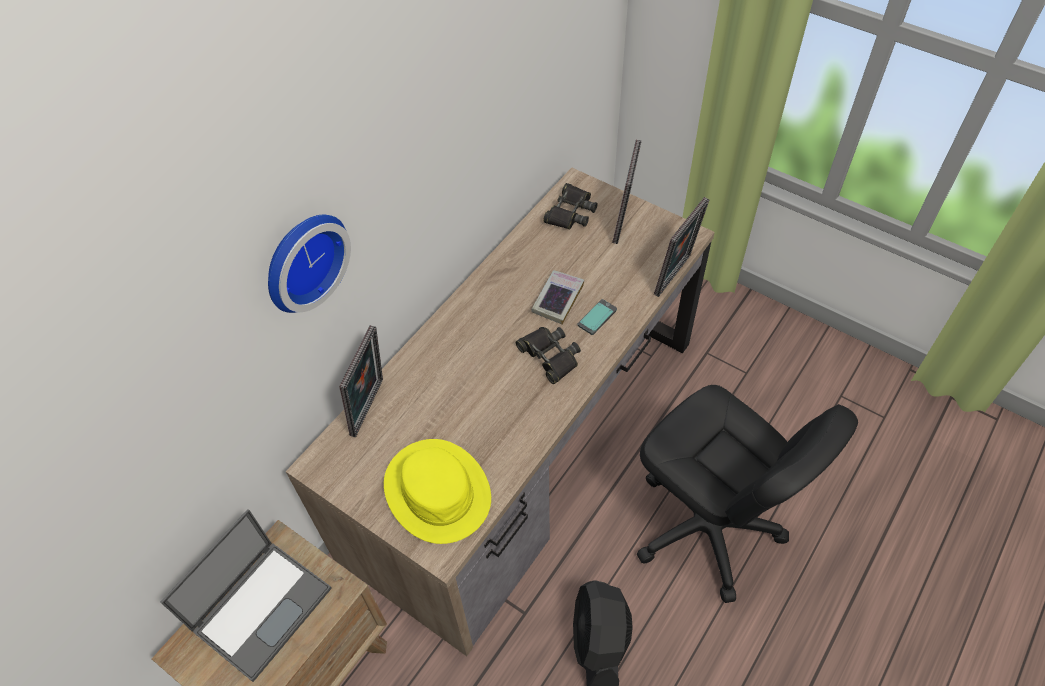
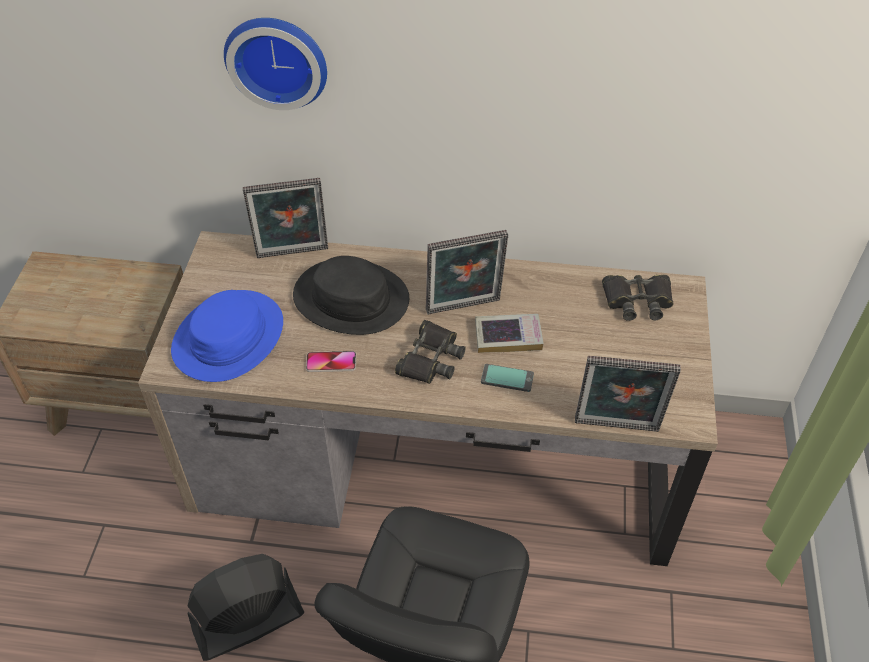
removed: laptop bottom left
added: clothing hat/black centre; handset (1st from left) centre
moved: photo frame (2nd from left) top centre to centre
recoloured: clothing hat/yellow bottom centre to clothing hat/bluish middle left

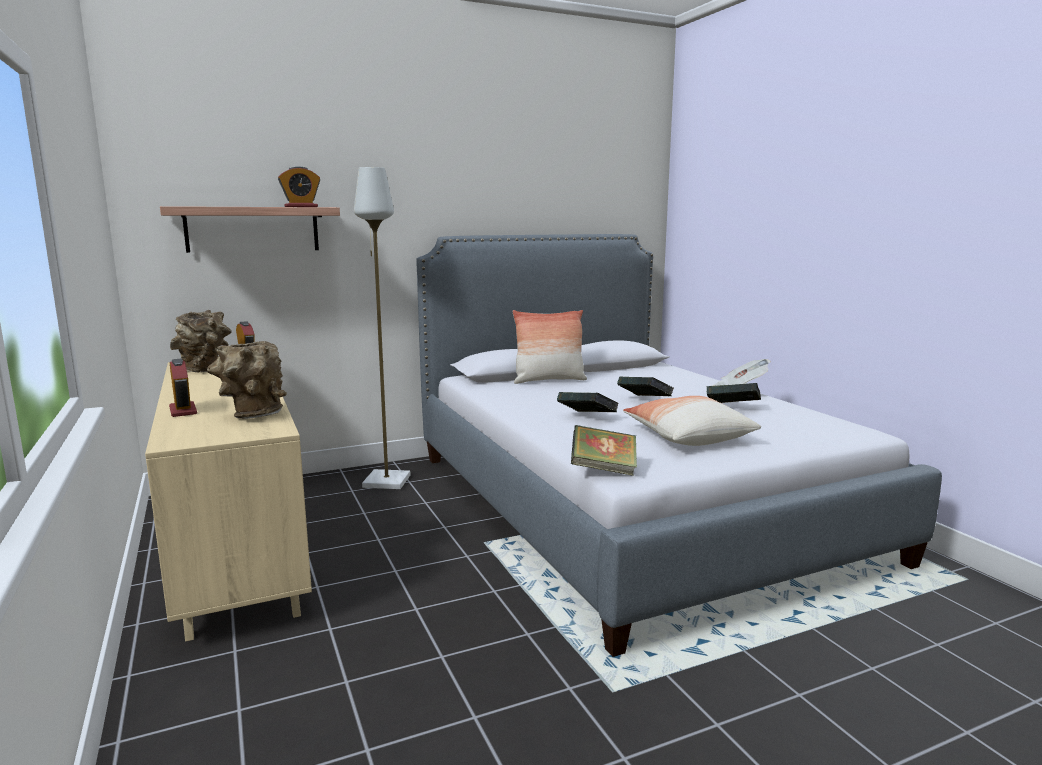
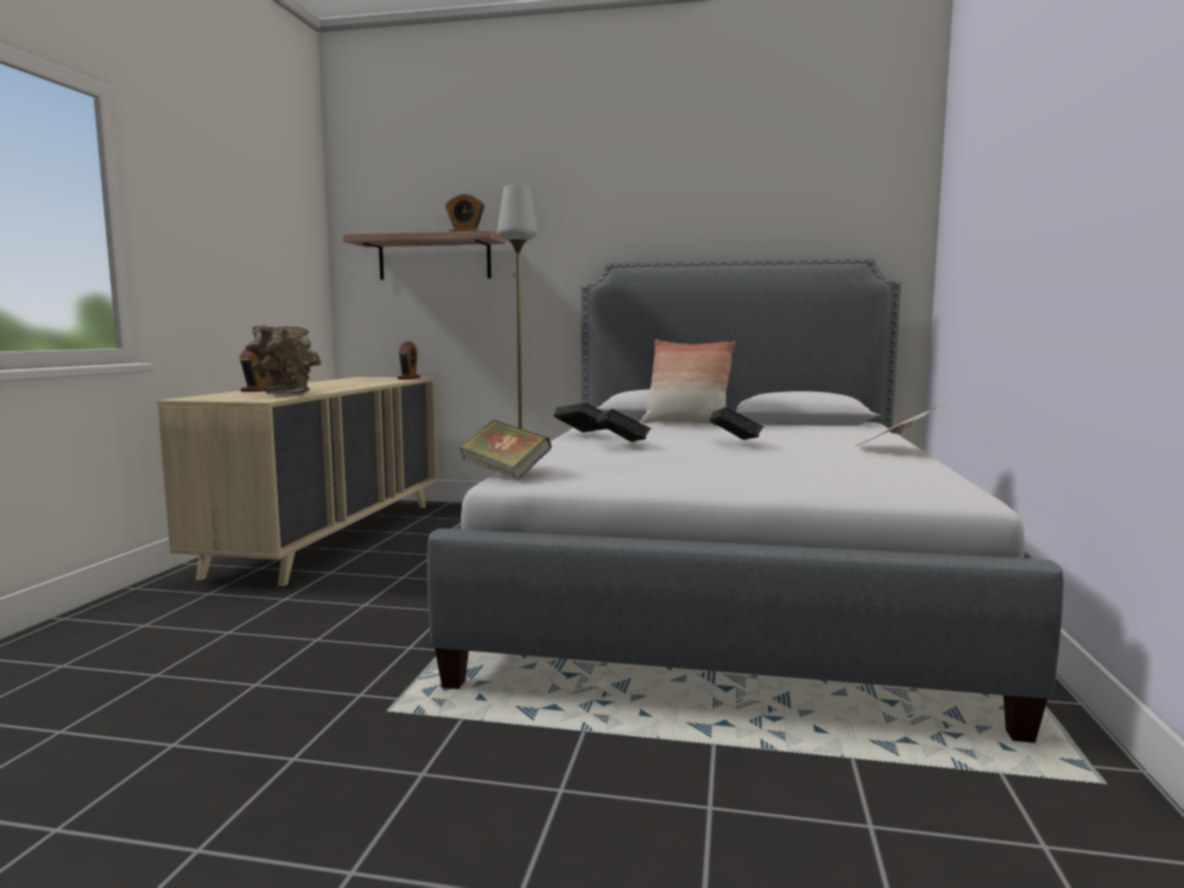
removed: vase/brown-coloured (1st from left) middle left; cushion (2nd from left) centre
moved: book (4th from left in the first image) middle right to book (2nd from left) centre

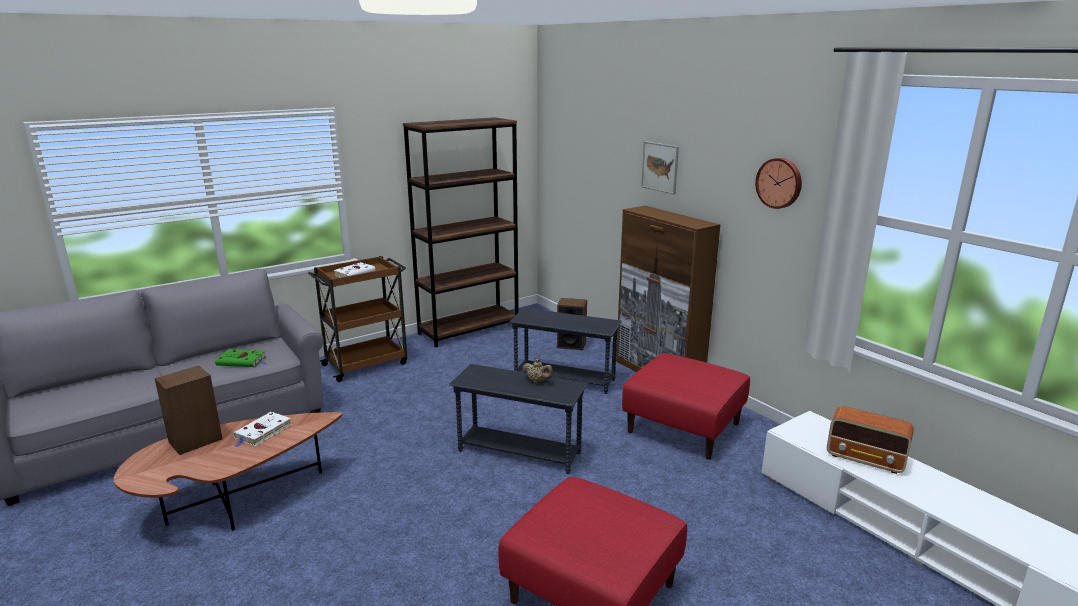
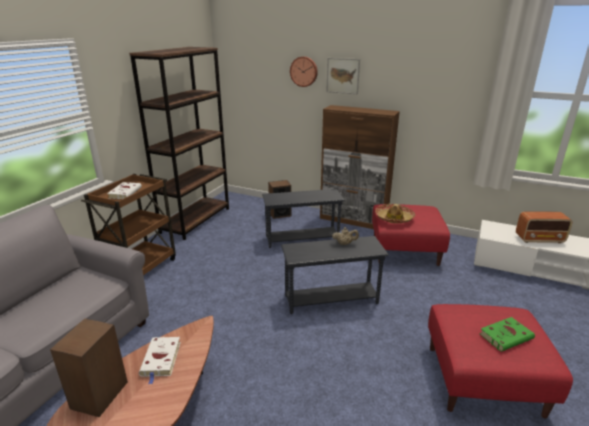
added: clothing hat middle right
moved: book/green middle left to bottom right; wall clock top right to top centre

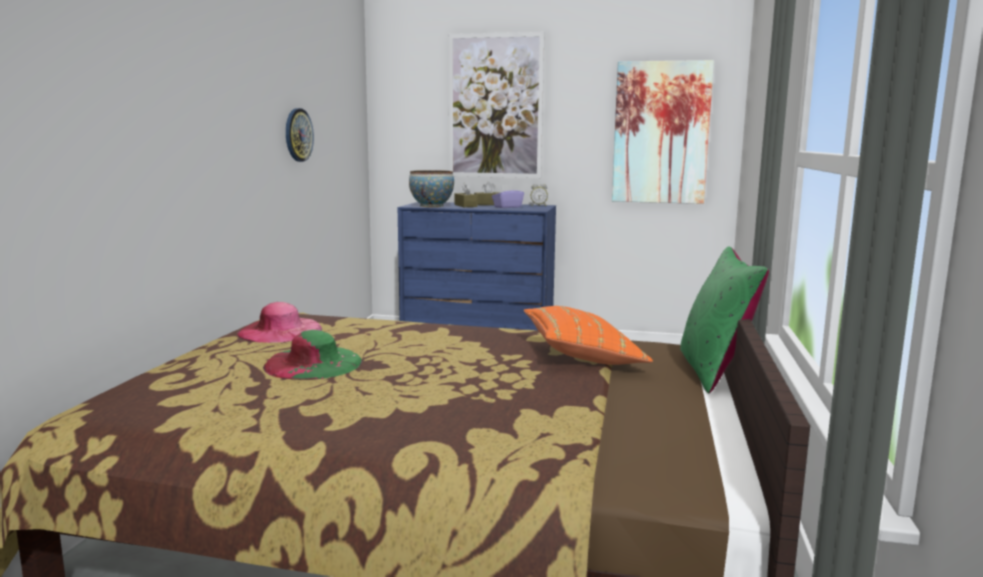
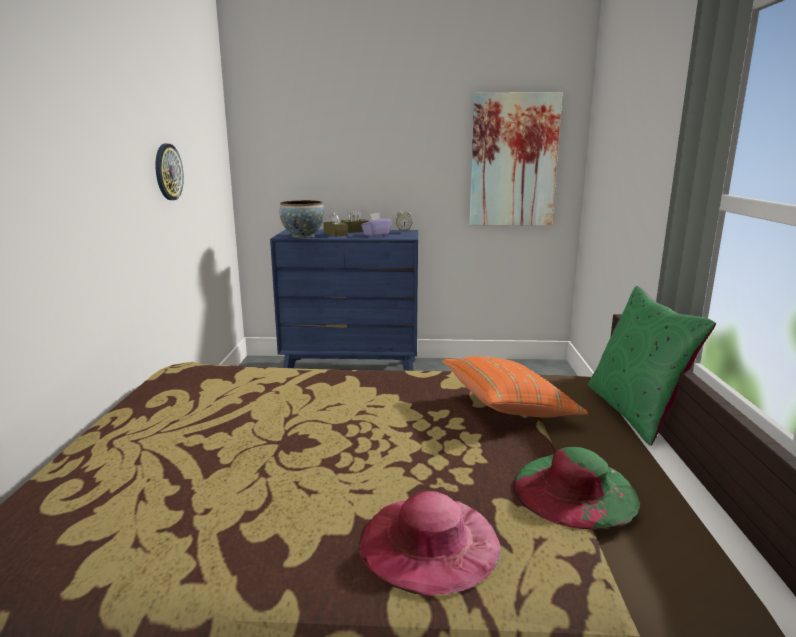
removed: wall art (1st from left) top centre
moved: clothing hat/pink middle left to bottom centre; clothing hat/green middle left to bottom right

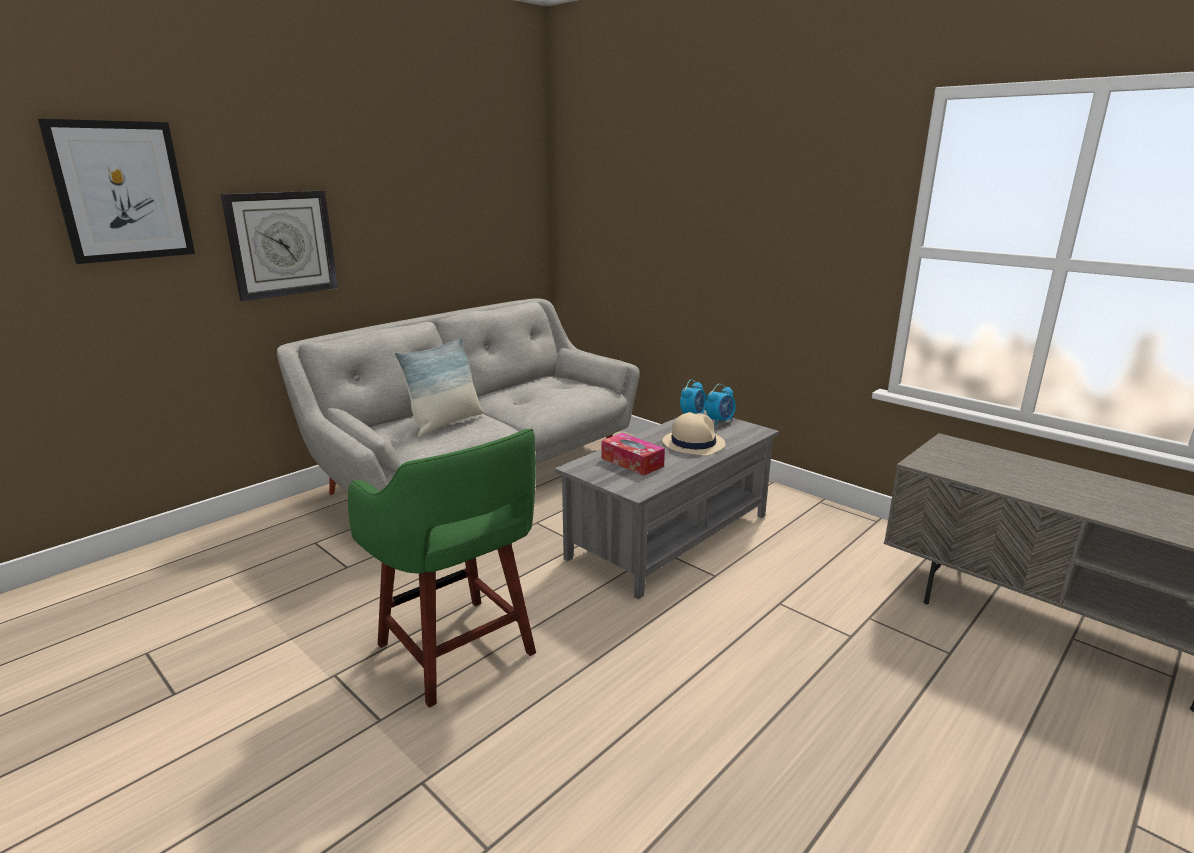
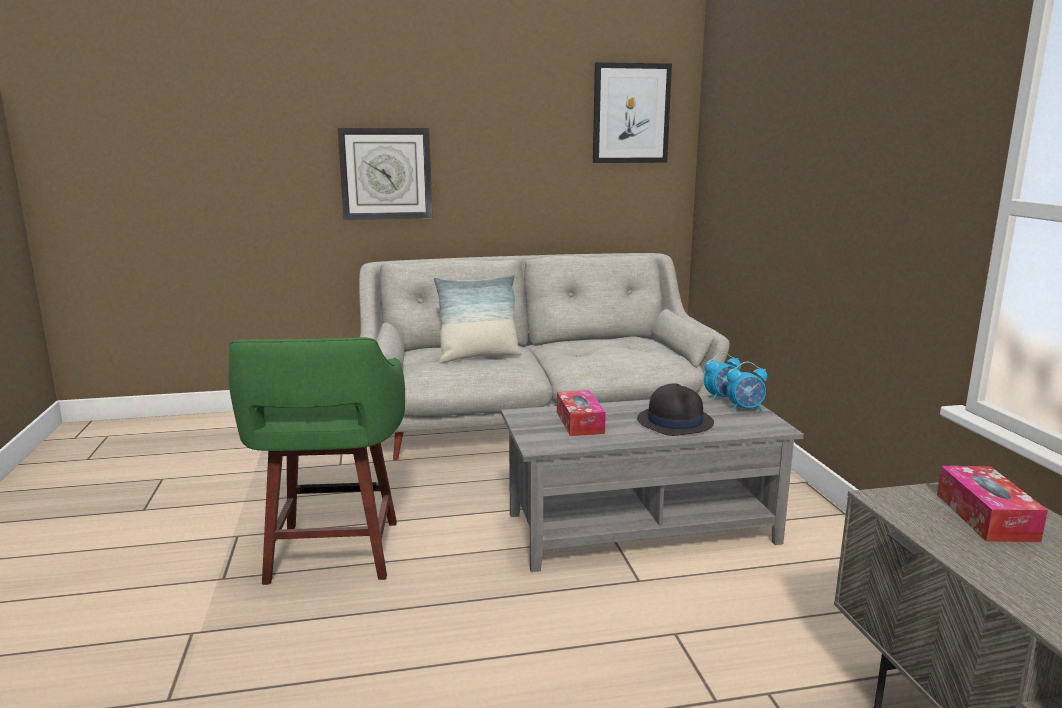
added: tissue holder (2nd from left) bottom right
moved: wall art top left to top centre
recoloured: clothing hat/sand-coloured centre to clothing hat/black centre

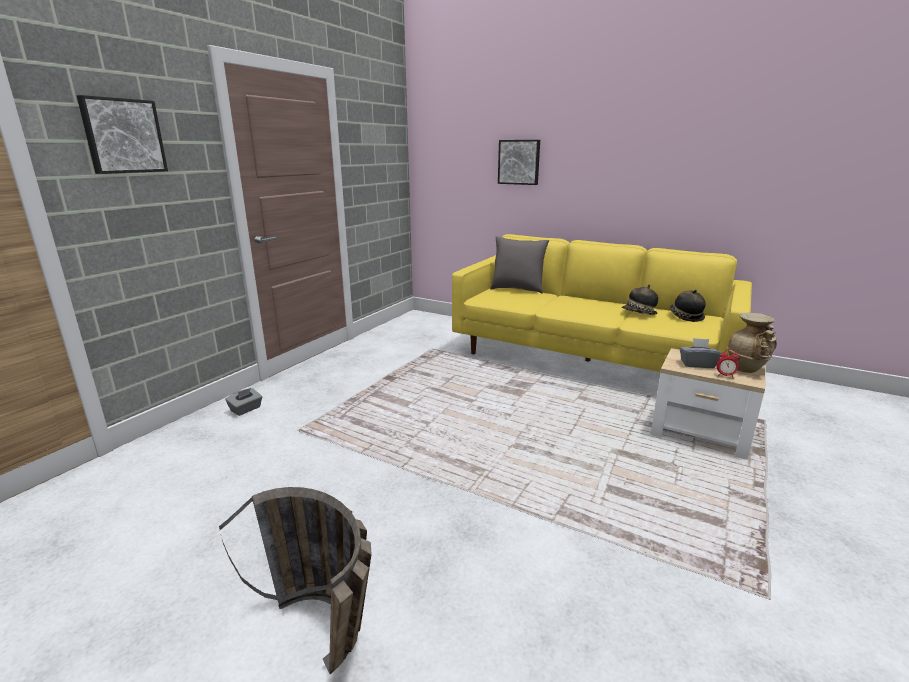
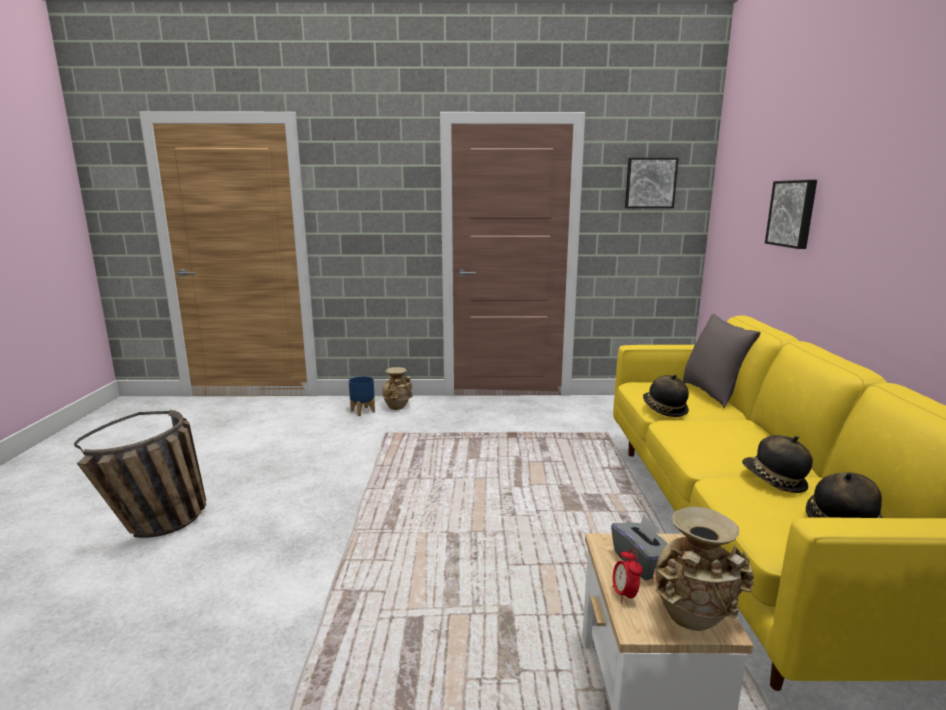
added: plant pot/bluish centre; clothing hat (1st from left) middle right
moved: wall art (1st from left) top left to top right
replaced: tissue holder/greyish (1st from left) middle left to vase/sand-coloured (1st from left) centre

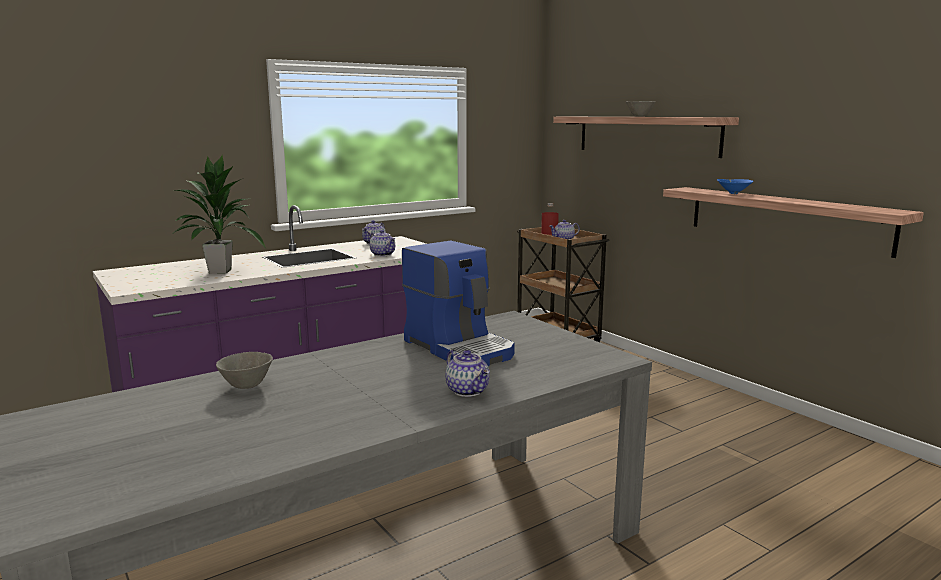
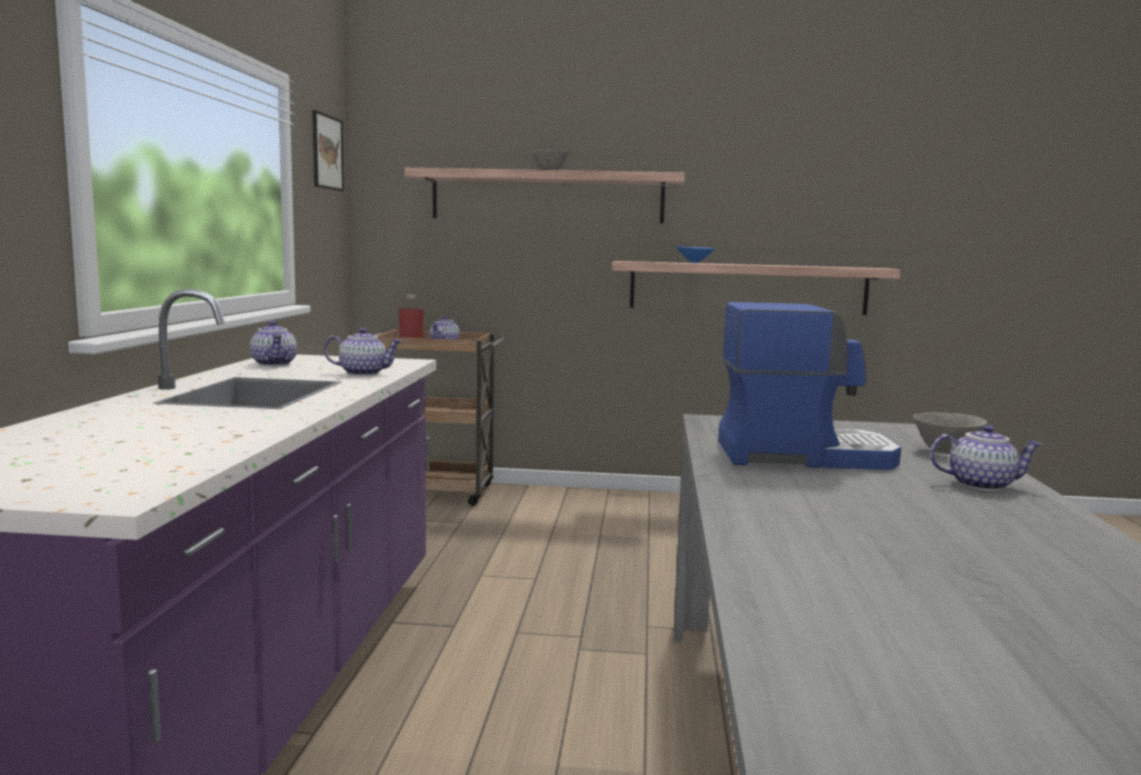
removed: plant in a pot middle left
added: wall art top left
moved: bowl/greyish (1st from left in the first image) middle left to bowl/greyish (2nd from left) middle right

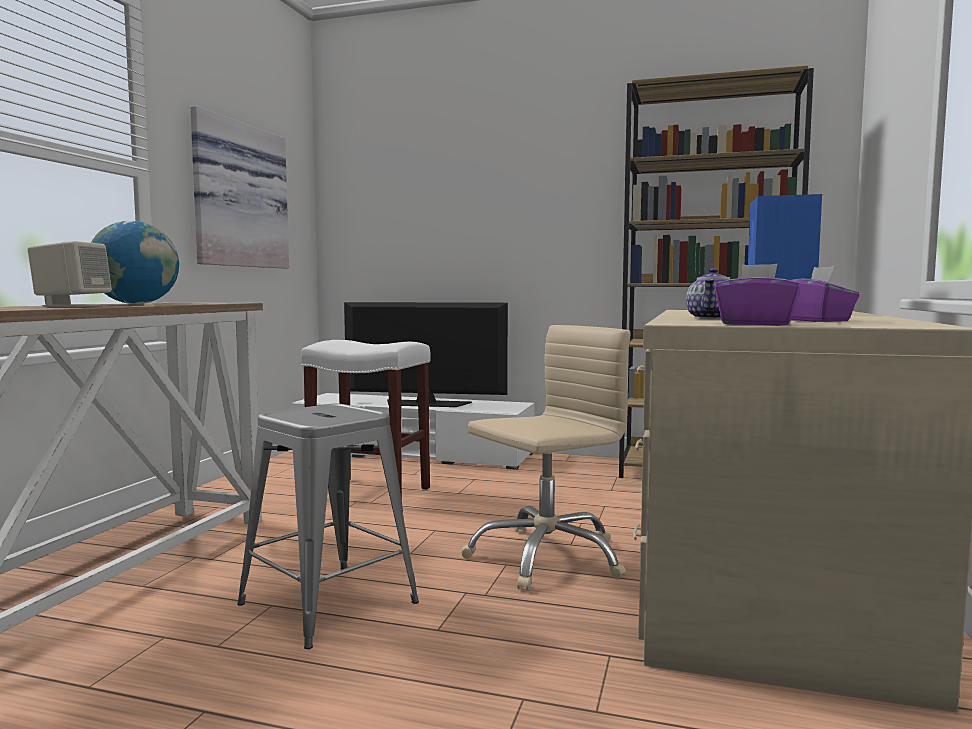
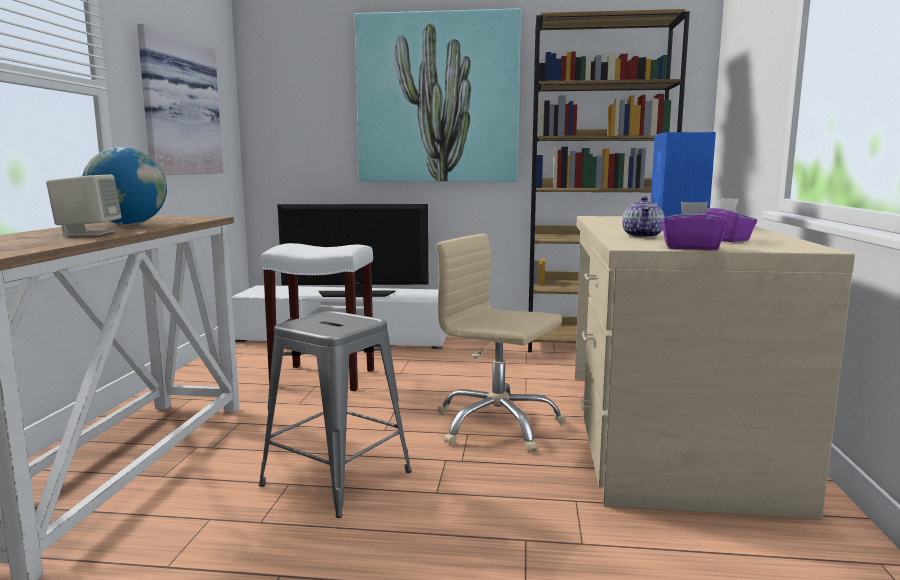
added: wall art (2nd from left) top centre
turned: office chair/sand-coloured centre = centre 105 degrees counterclockwise

